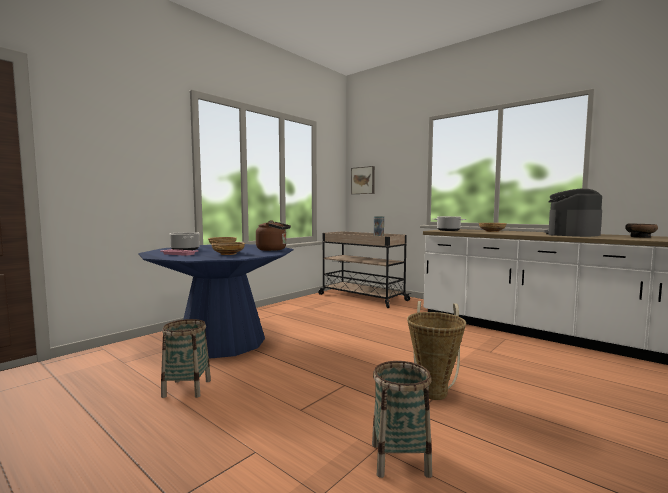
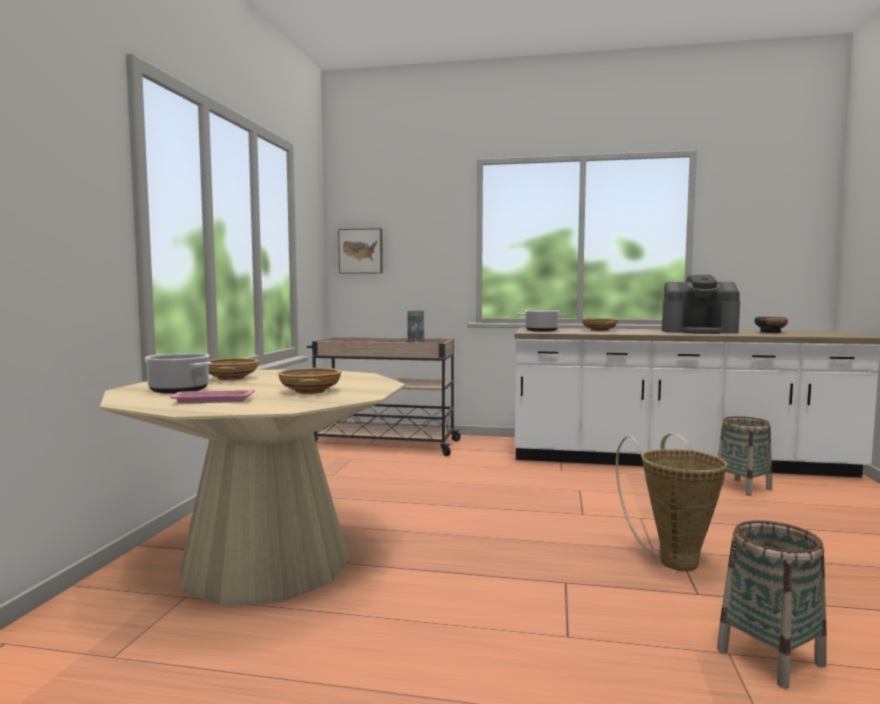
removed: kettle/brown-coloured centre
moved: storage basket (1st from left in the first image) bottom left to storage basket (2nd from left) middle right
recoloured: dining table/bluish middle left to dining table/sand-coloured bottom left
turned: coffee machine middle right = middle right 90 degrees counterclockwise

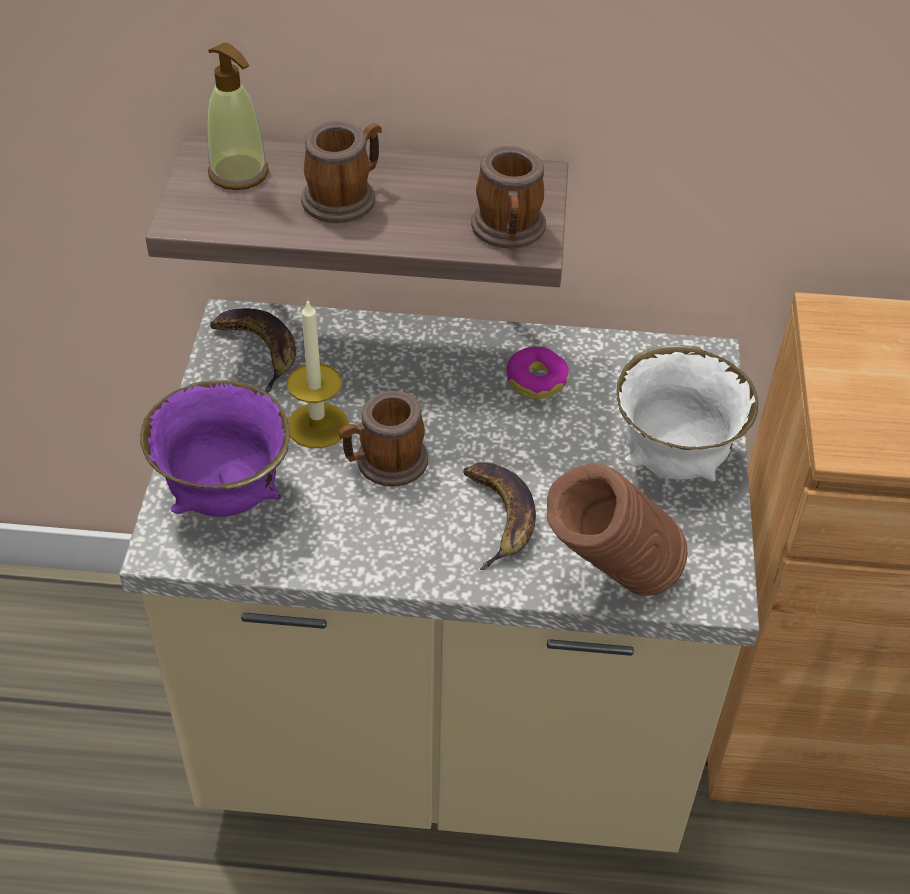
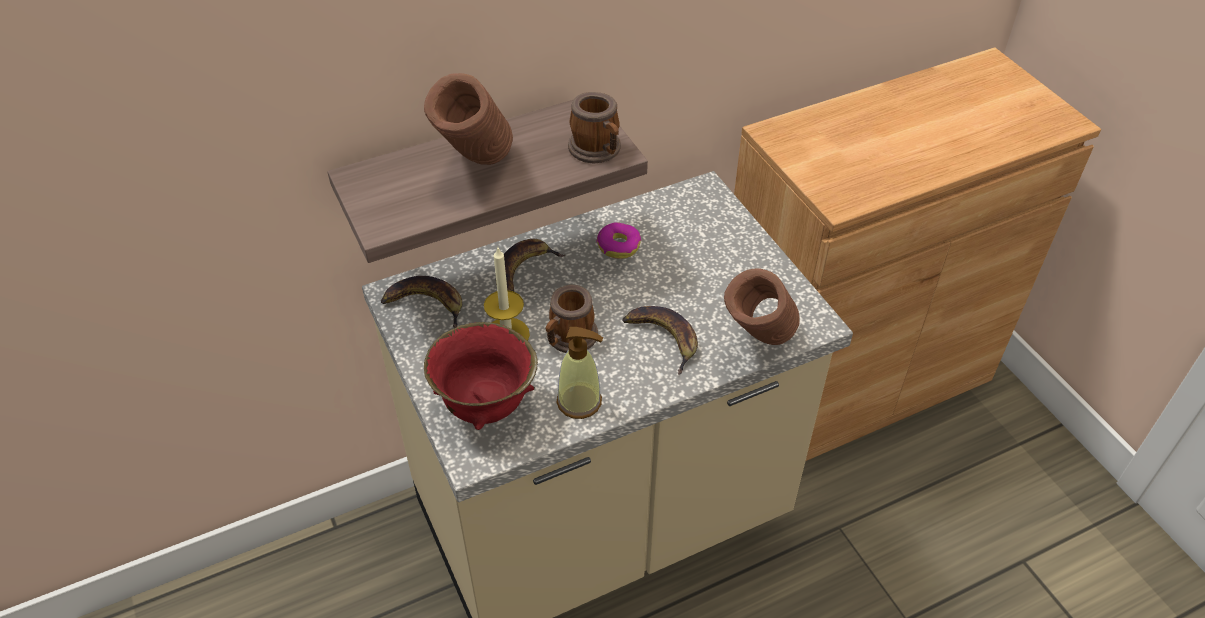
removed: bowl/white middle right
added: banana (2nd from left) centre
moved: liquid soap bottle top left to centre
replaced: coffee mug (1st from left) top centre to vase/brown-coloured (1st from left) top centre
recoloured: bowl/purple-coloured middle left to bowl/red-coloured centre

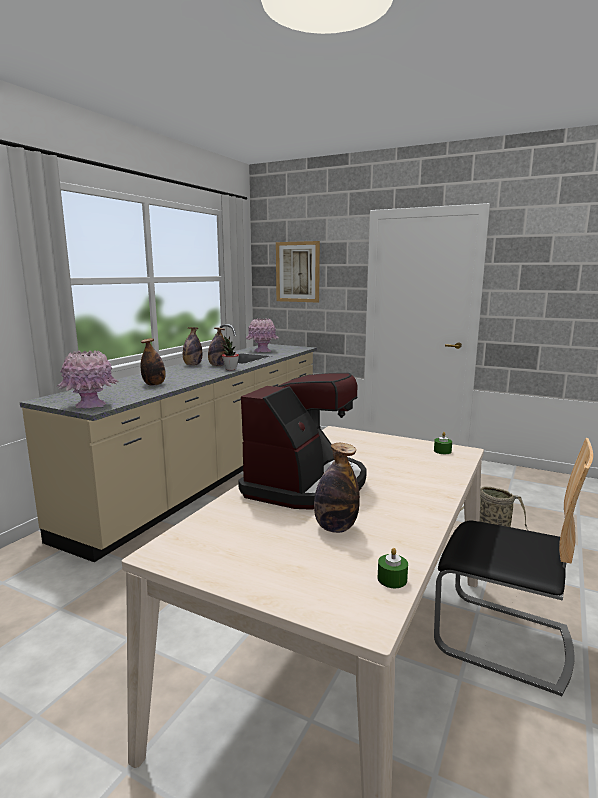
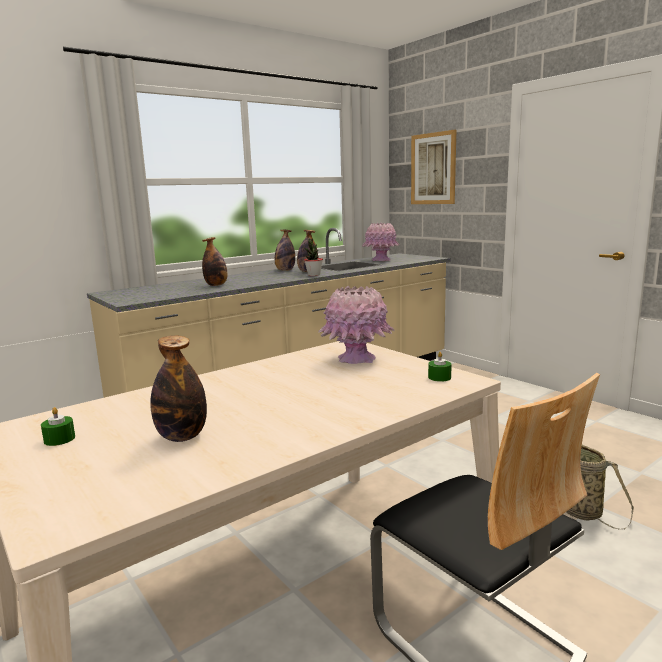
removed: coffee machine centre
moved: vase/pink (1st from left) middle left to centre; candle/green (1st from left) bottom centre to middle left

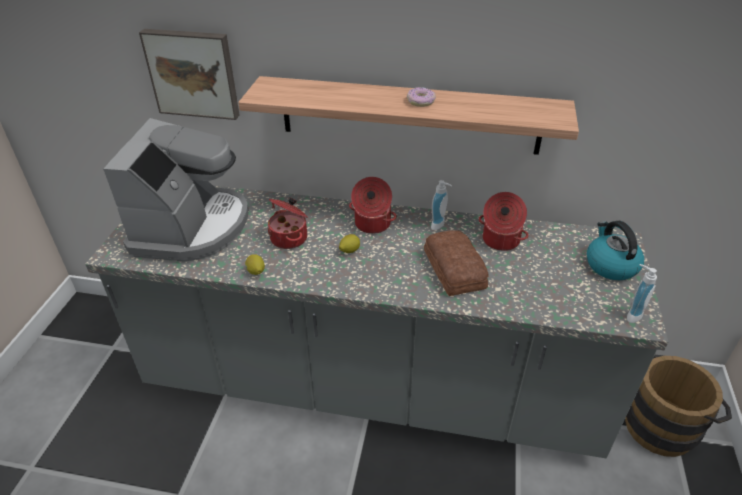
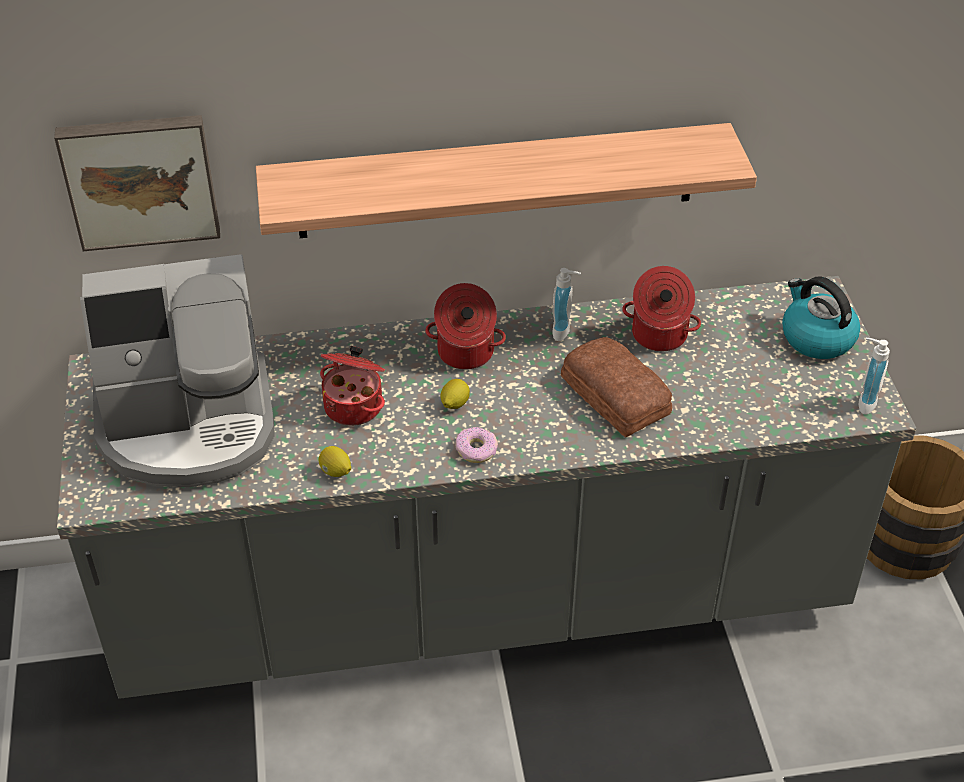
moved: donut top centre to centre
turned: coffee machine middle left = middle left 90 degrees clockwise

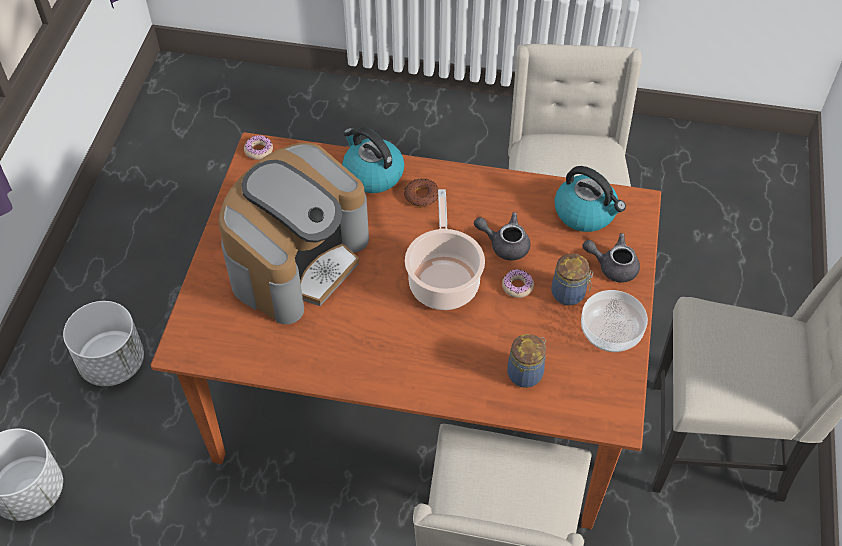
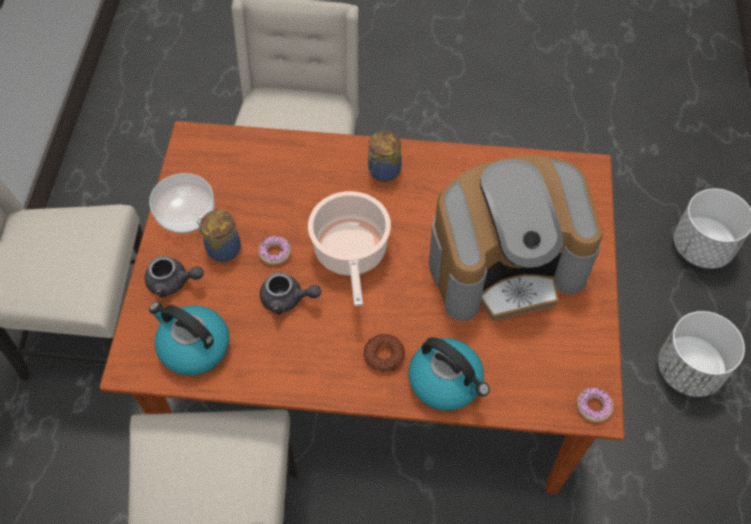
moved: preserve jar (1st from left in the first image) centre to preserve jar (2nd from left) top centre
turned: coffee machine centre = middle right 135 degrees counterclockwise

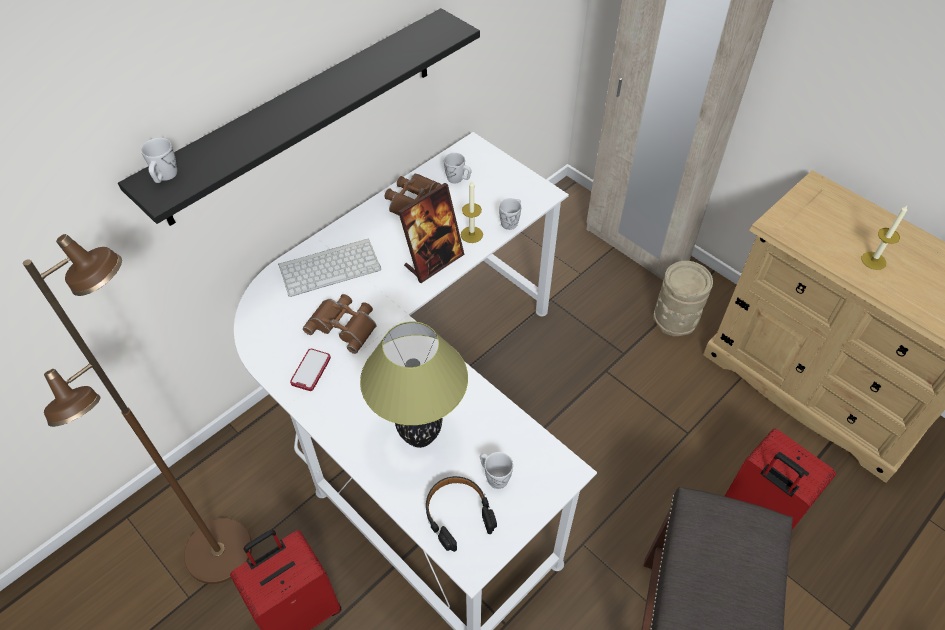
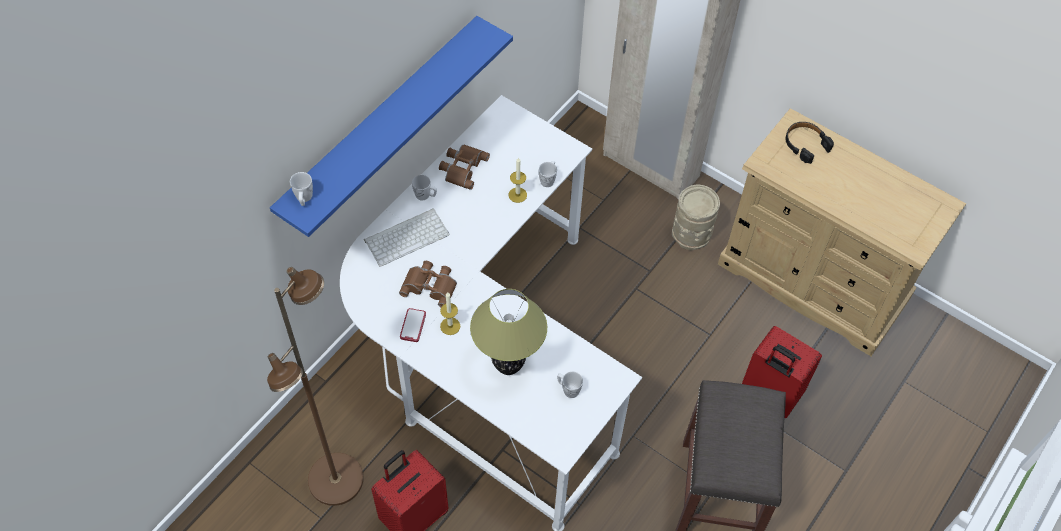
removed: photo frame centre
moved: headset/black bottom centre to top right; coffee mug/white (2nd from left) top centre to centre; candle (2nd from left in the first image) middle right to candle (1st from left) centre
recoloured: bracket shelf/black top left to bracket shelf/bluish top centre

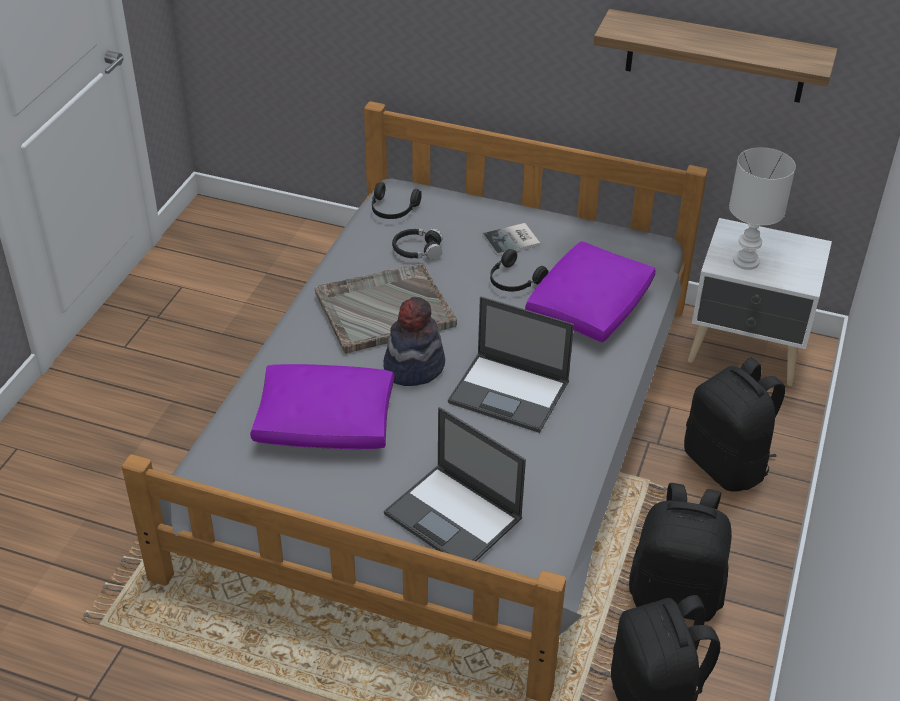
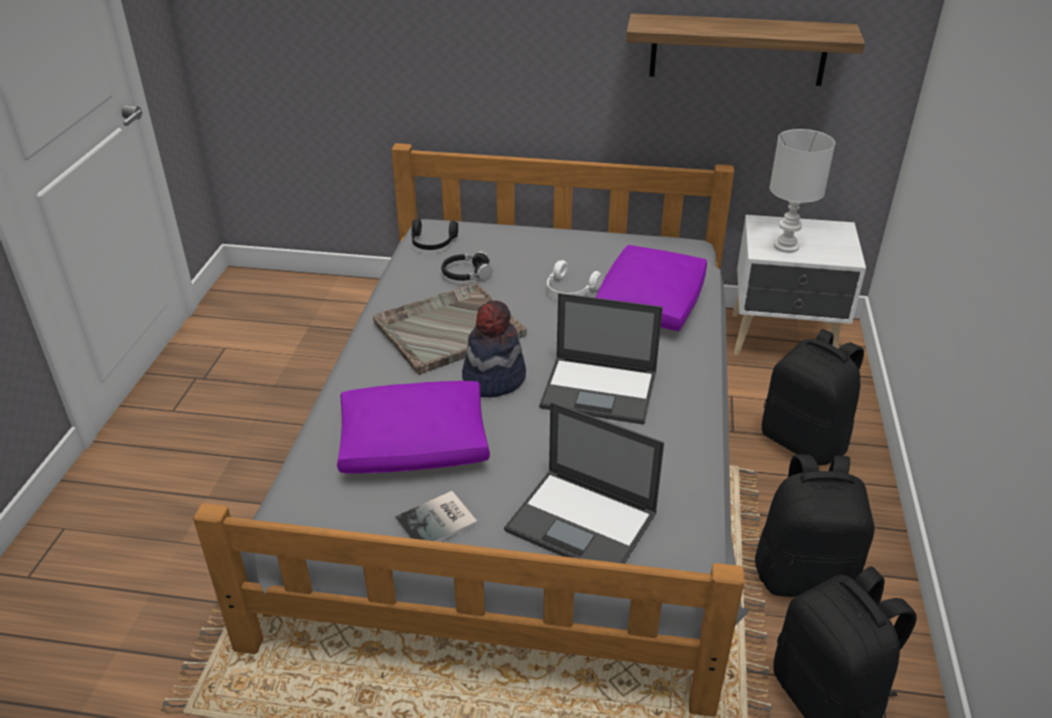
moved: book centre to bottom centre
recoloured: headset/black (3rd from left) centre to headset/white centre

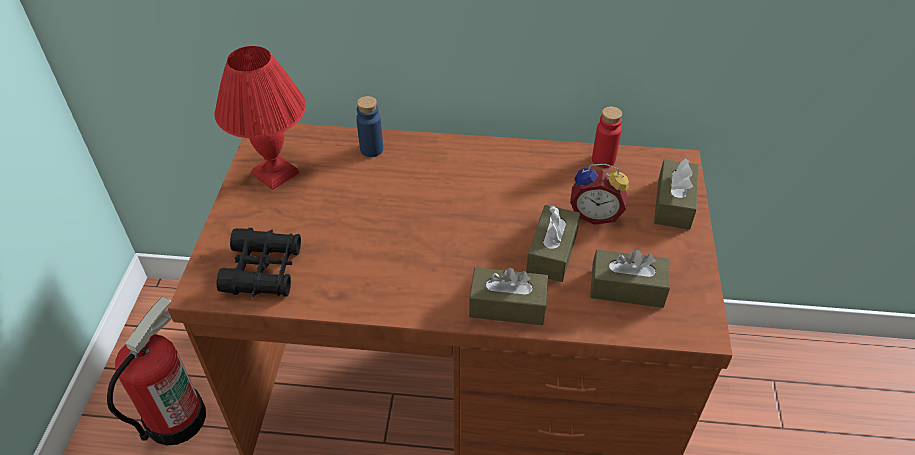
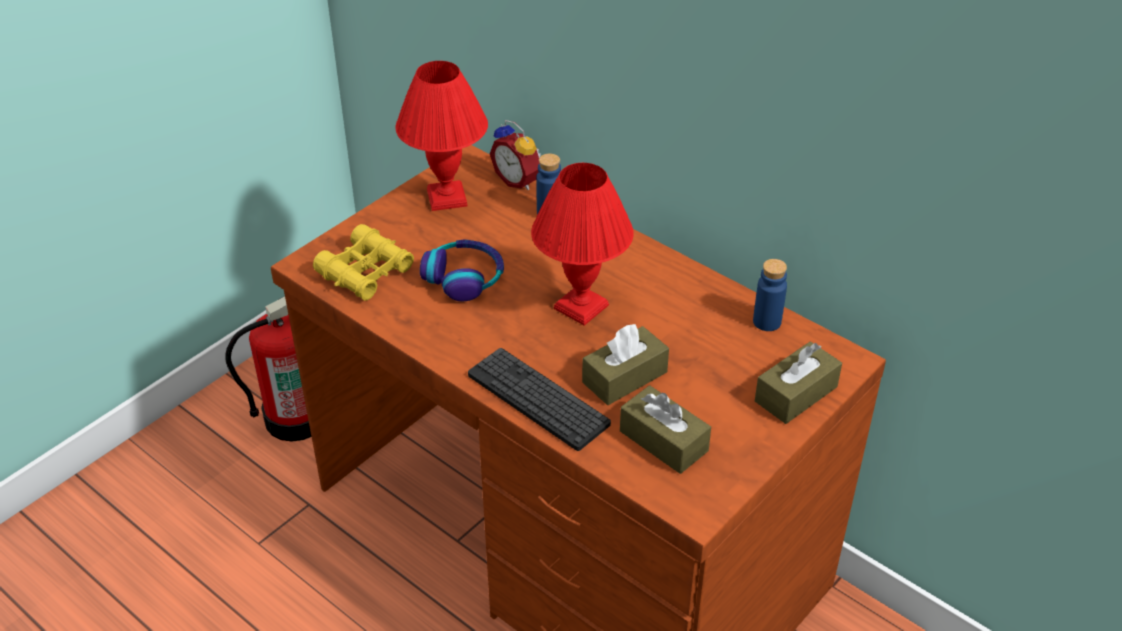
added: headset centre; lamp for a table/red-coloured (2nd from left) centre
moved: table clock centre to top centre
replaced: tissue holder/brown-coloured (1st from left) centre to keyboard centre
recoloured: pair of binoculars/black middle left to pair of binoculars/yellow middle left; bottle/red-coloured top centre to bottle/bluish (2nd from left) middle right

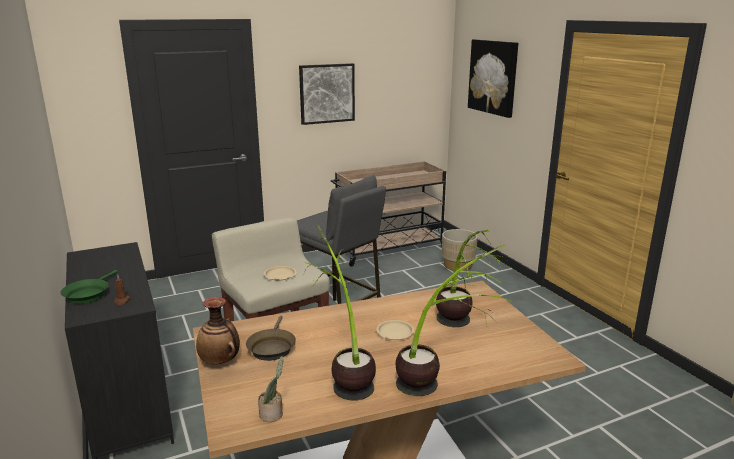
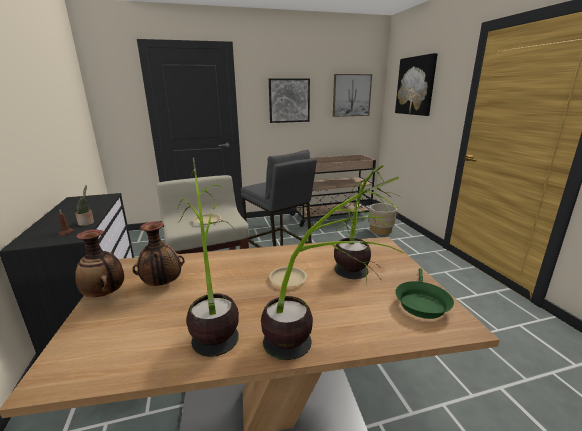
added: wall art (2nd from left) top centre
moved: skillet/green middle left to bottom right; plant in a pot (1st from left) bottom centre to middle left
replaced: skillet/brown-coloured bottom centre to vase (2nd from left) middle left

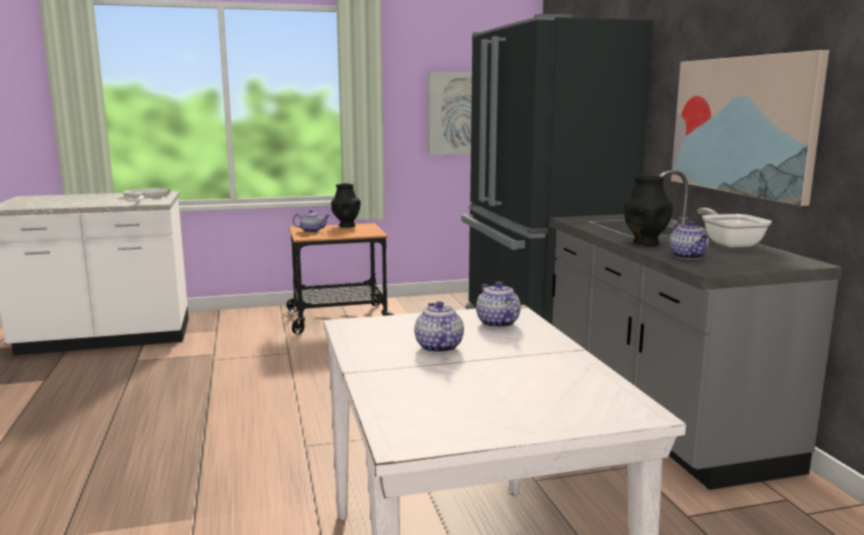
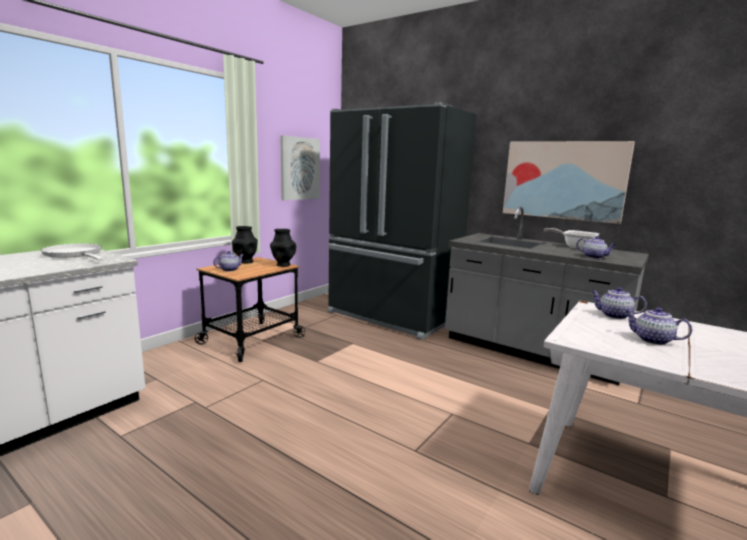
moved: vase/black (2nd from left) middle right to centre

